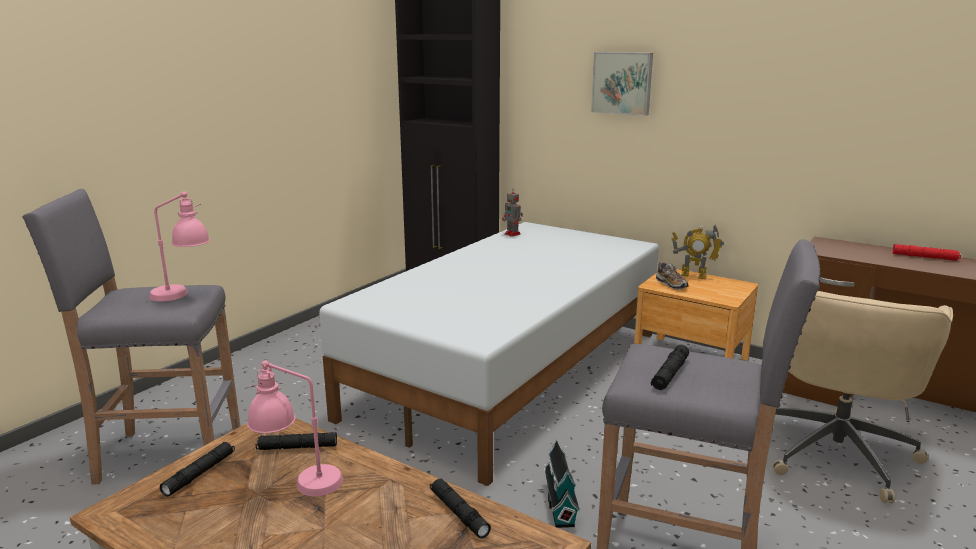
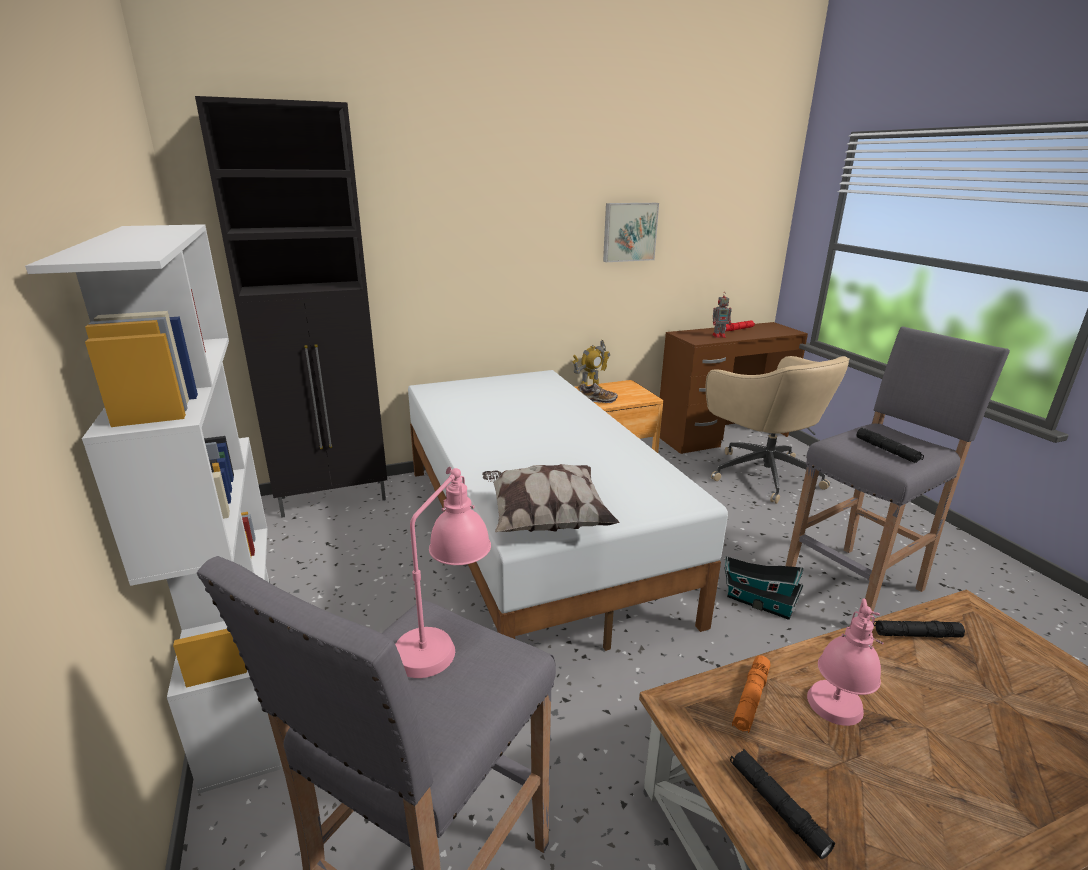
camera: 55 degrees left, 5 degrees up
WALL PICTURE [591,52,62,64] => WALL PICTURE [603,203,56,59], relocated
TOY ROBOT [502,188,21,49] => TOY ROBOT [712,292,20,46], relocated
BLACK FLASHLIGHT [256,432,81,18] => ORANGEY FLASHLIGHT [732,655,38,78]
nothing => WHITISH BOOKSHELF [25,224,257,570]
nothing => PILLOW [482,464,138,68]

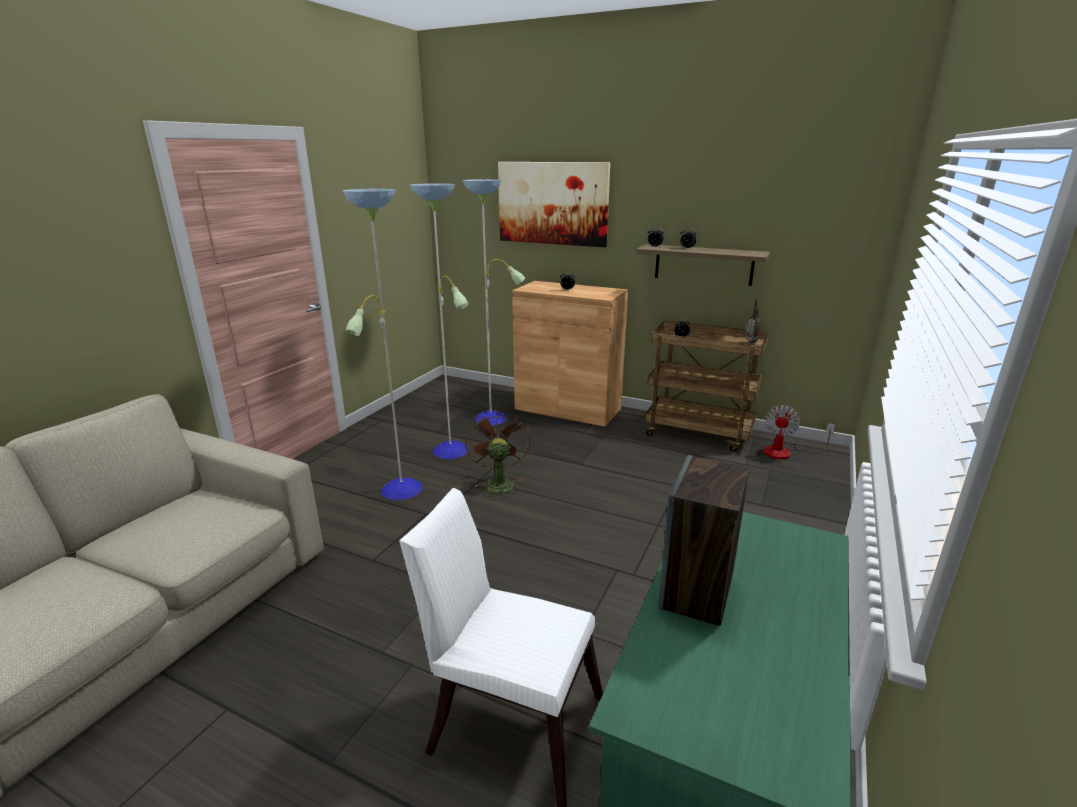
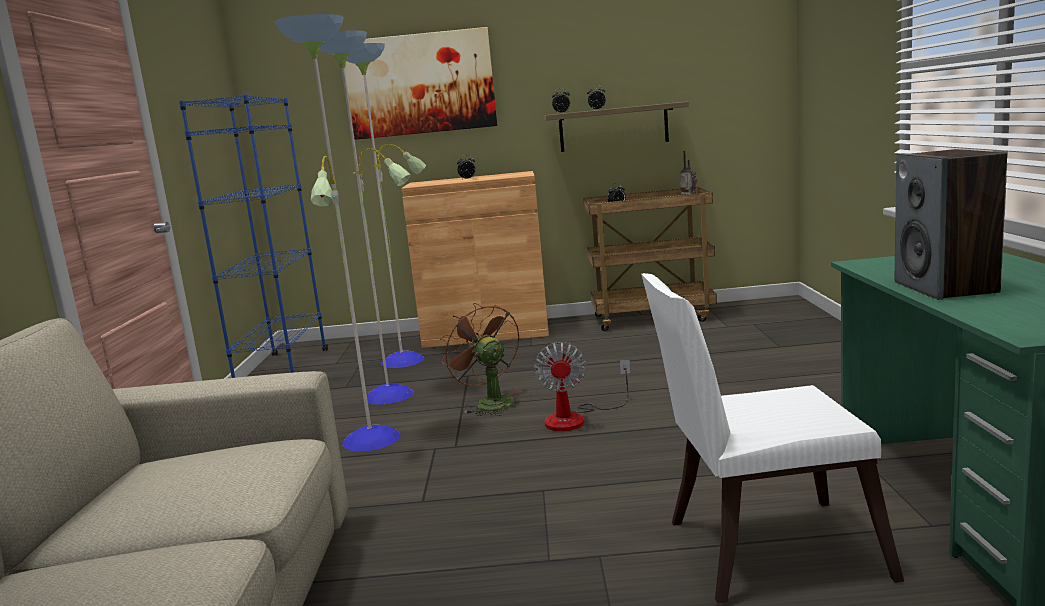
camera: 25 degrees left, 10 degrees down
FAN [764,405,71,54] => FAN [534,342,96,89], relocated
nothing => BLUISH BOOKSHELF [179,94,149,284]

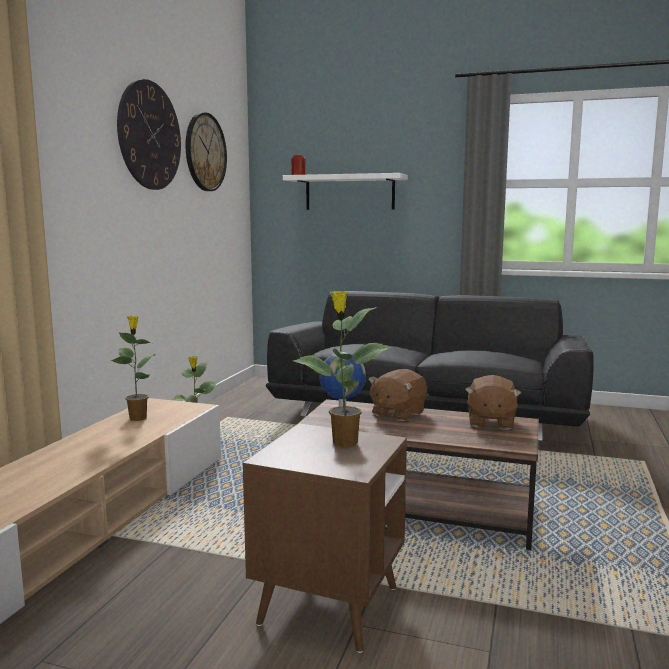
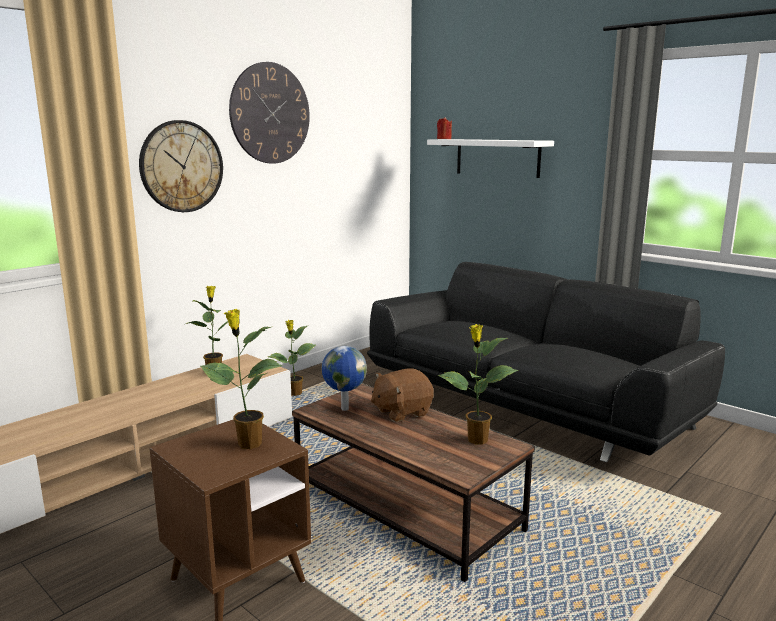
camera: 25 degrees right, 5 degrees up
HANGING CLOCK [185,112,42,79] => HANGING CLOCK [139,120,84,92], relocated
BROWN-COLOURED CUDDLY TOY [465,375,56,55] => HOUSEPLANT [438,324,80,120]

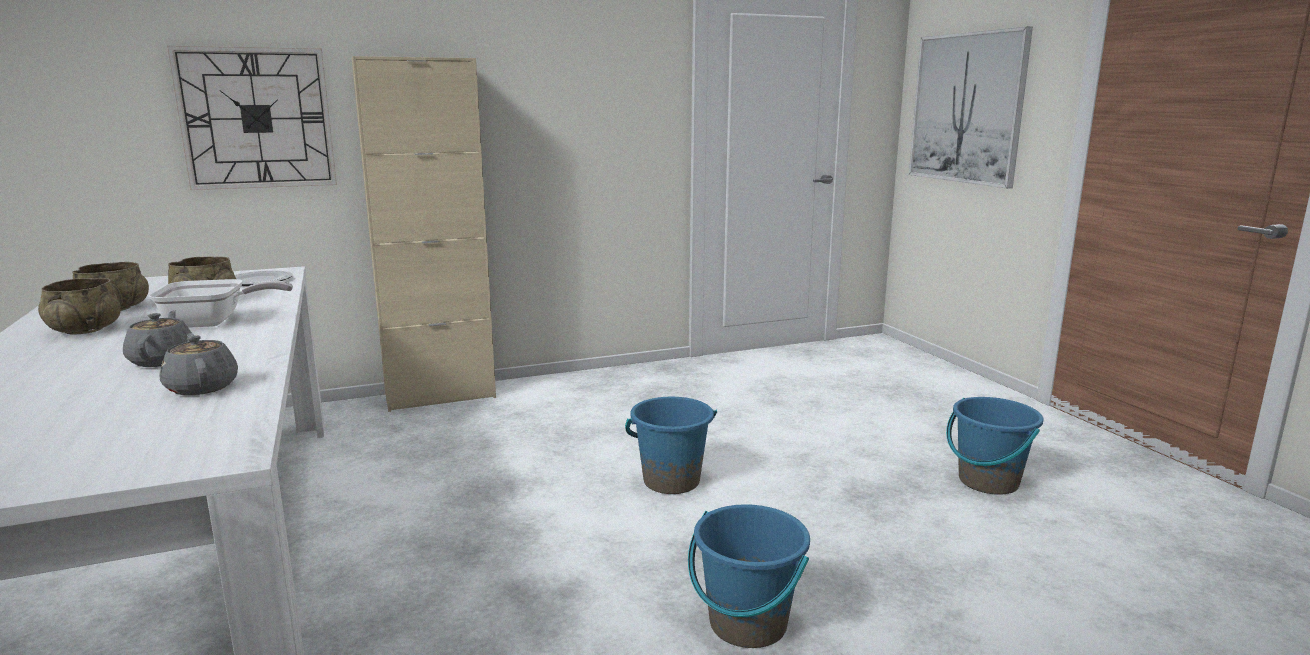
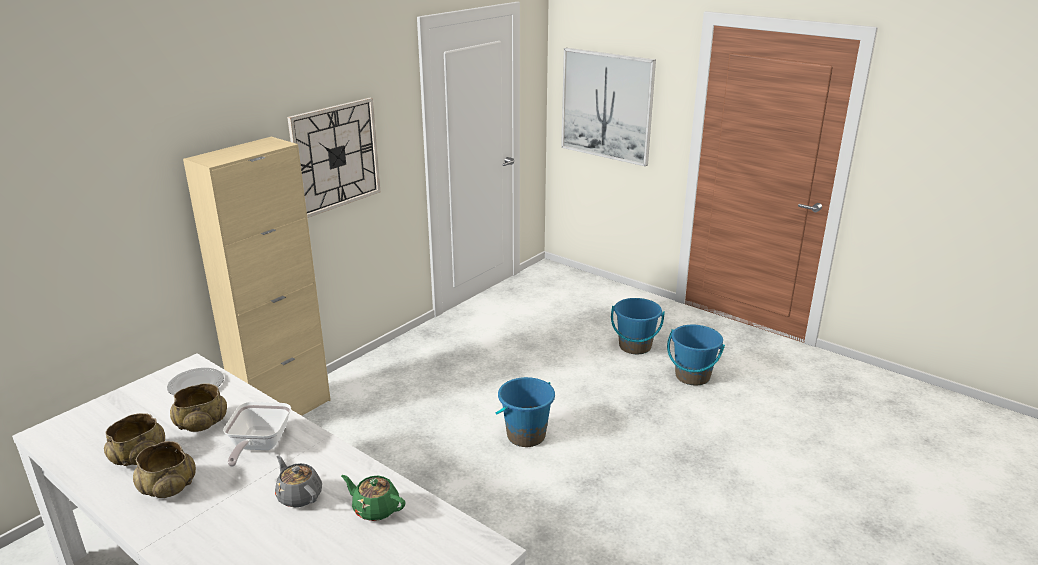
camera: 30 degrees left, 10 degrees up
HANGING CLOCK [167,46,170,144] => HANGING CLOCK [287,98,93,120], relocated
SKILLET [149,279,144,49] => SKILLET [223,402,68,65], 135 degrees clockwise
GREYISH TEAPOT [160,333,78,62] => GREEN-COLOURED TEAPOT [341,475,65,46]
BLUISH PAIL [688,504,122,144] => BLUISH PAIL [611,298,54,56], relocated

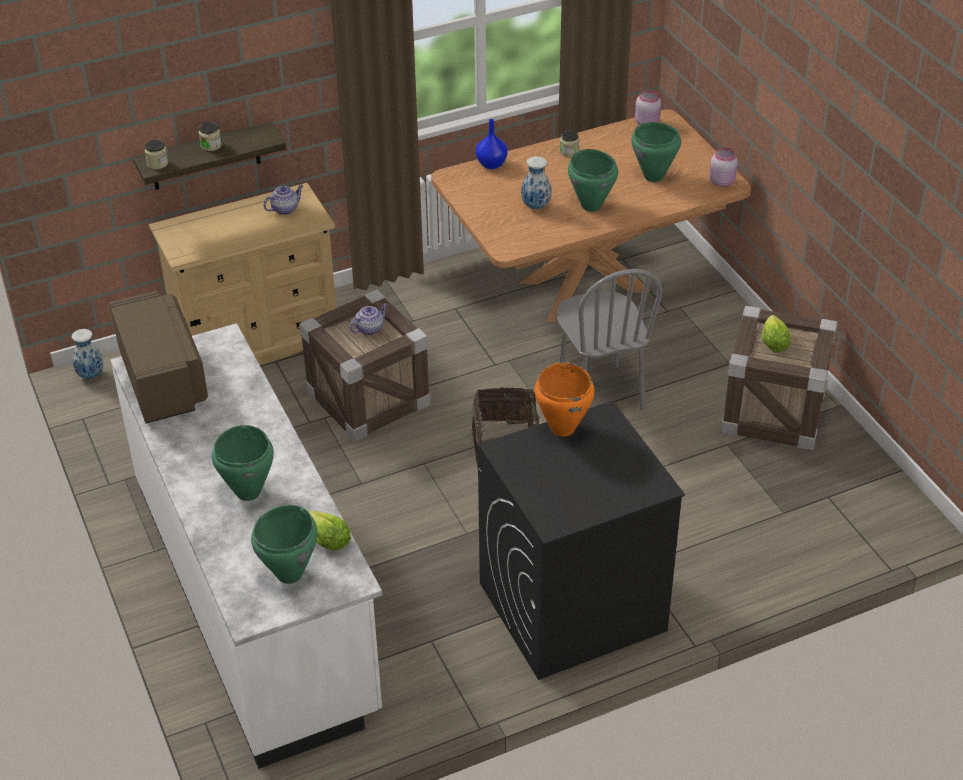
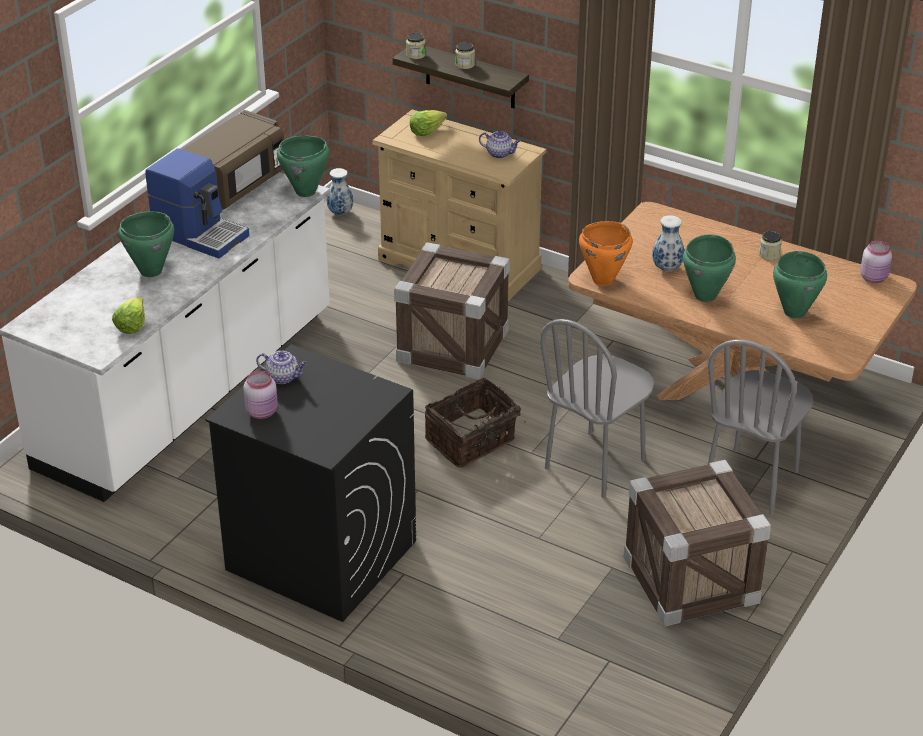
camera: 55 degrees right, 5 degrees down
BLUISH DECORATIVE VASE [476,119,32,50] => nothing
PINK STORAGE JAR [710,147,28,40] => PINK STORAGE JAR [243,371,35,48], relocated
TEAPOT [350,304,38,31] => TEAPOT [256,351,51,33], relocated
LETTUCE HEAD [762,315,29,37] => LETTUCE HEAD [410,110,37,26], relocated
ORANGEY STOCKPOT [535,362,59,75] => ORANGEY STOCKPOT [579,221,53,65], relocated
GREEN-COLOURED STOCKPOT [251,505,66,79] => GREEN-COLOURED STOCKPOT [277,136,52,61], relocated
nothing => COFFEE MACHINE [146,148,103,111]
nothing => GREYISH UPRIGHT CHAIR [707,339,106,176]

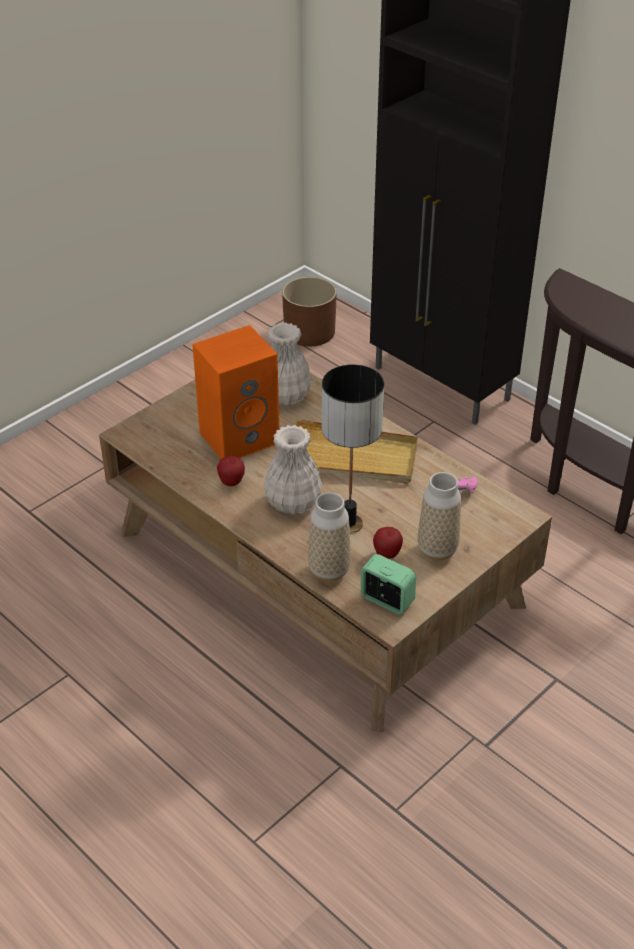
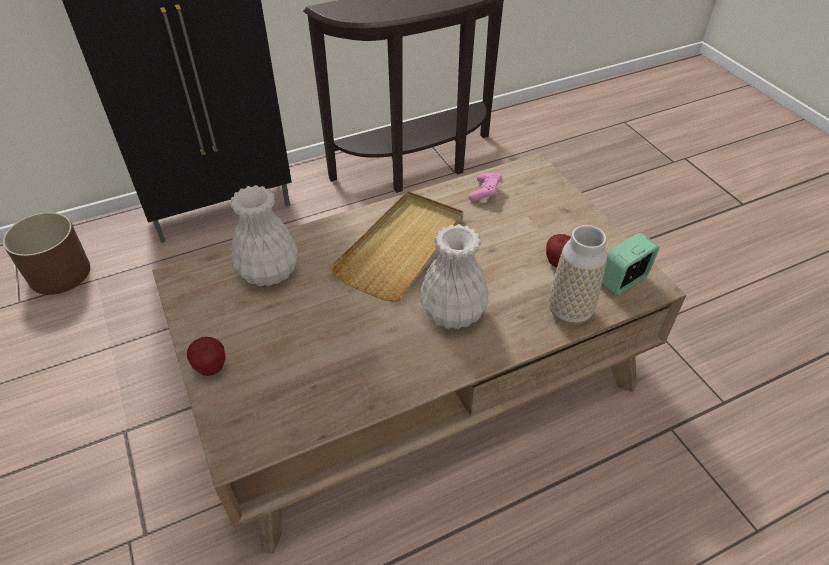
camera: 70 degrees left, 5 degrees up
ORANGEY AUDIO SPEAKER [192,325,87,134] => nothing
TABLE LAMP [322,364,62,169] => nothing
APPLE [217,456,28,30] => APPLE [187,337,39,39], relocated
DECORATIVE VASE [418,472,43,89] => nothing

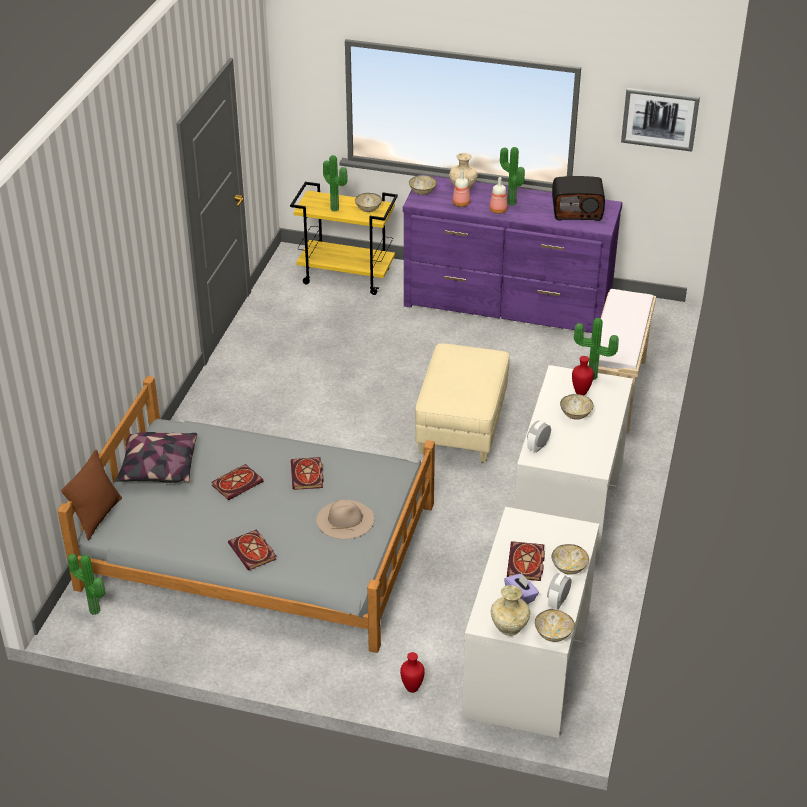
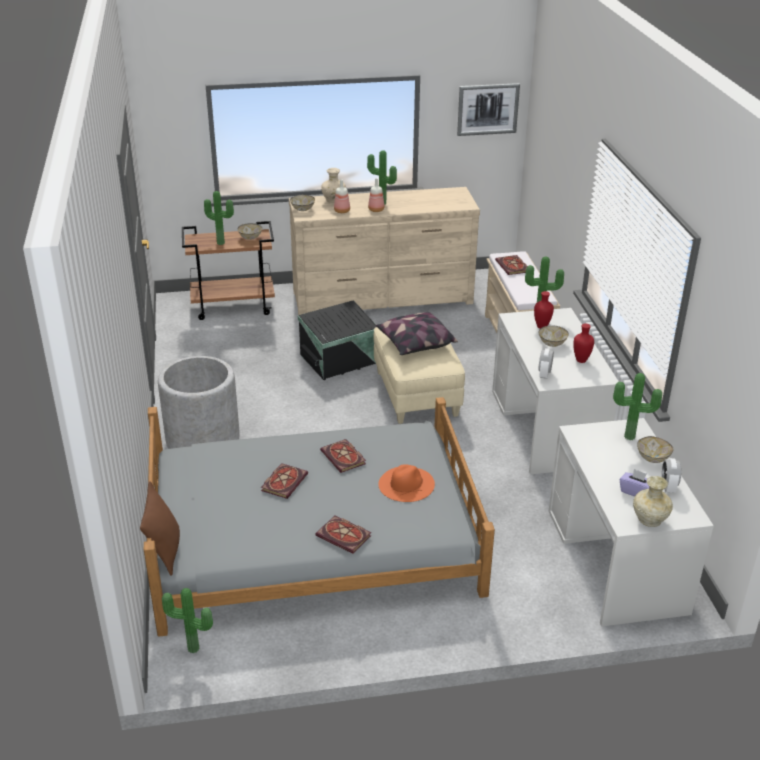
camera: 25 degrees left, 5 degrees down
PURPLISH CHEST OF DRAWERS [403,174,219,159] => BEIGE-COLOURED CHEST OF DRAWERS [289,187,191,128]
RADIO [552,176,53,45] => nothing
YELLOW CART [290,182,108,113] => BROWN-COLOURED CART [182,221,93,99]
PILLOW [115,432,82,51] => PILLOW [376,312,82,43], relocated
BEIGE-COLOURED CLOTHING HAT [316,499,59,40] => ORANGEY CLOTHING HAT [378,464,57,38]
VOLUME [507,541,38,40] => VOLUME [495,255,32,20], relocated
SERVING BOWL [535,609,40,33] => nothing
REDDISH DECORATIVE VASE [400,652,25,41] => REDDISH DECORATIVE VASE [573,324,21,39], relocated
nothing => BLACK STORAGE BIN [298,300,78,80]
nothing => GREYISH FLOWER POT [158,356,82,93]
nothing => HOUSEPLANT [613,373,49,67]

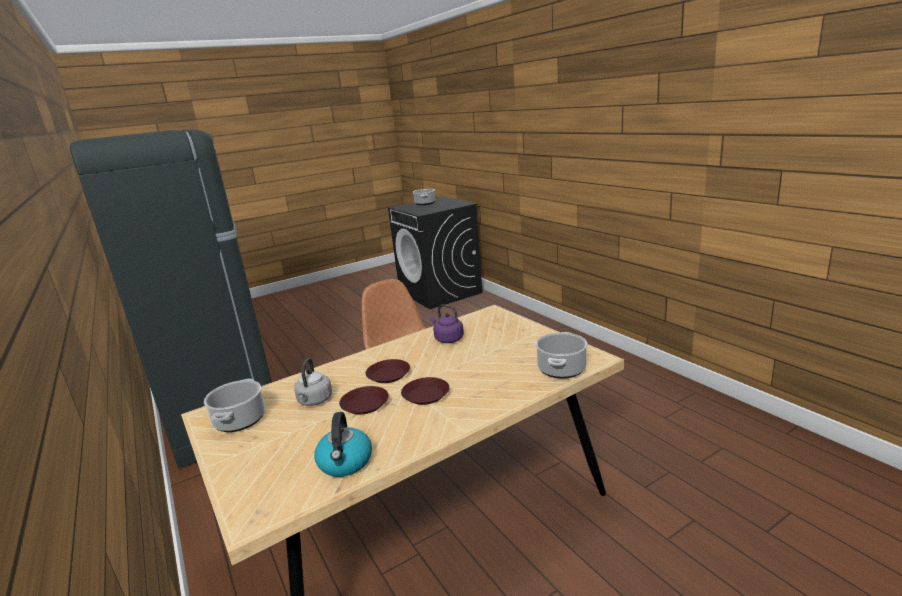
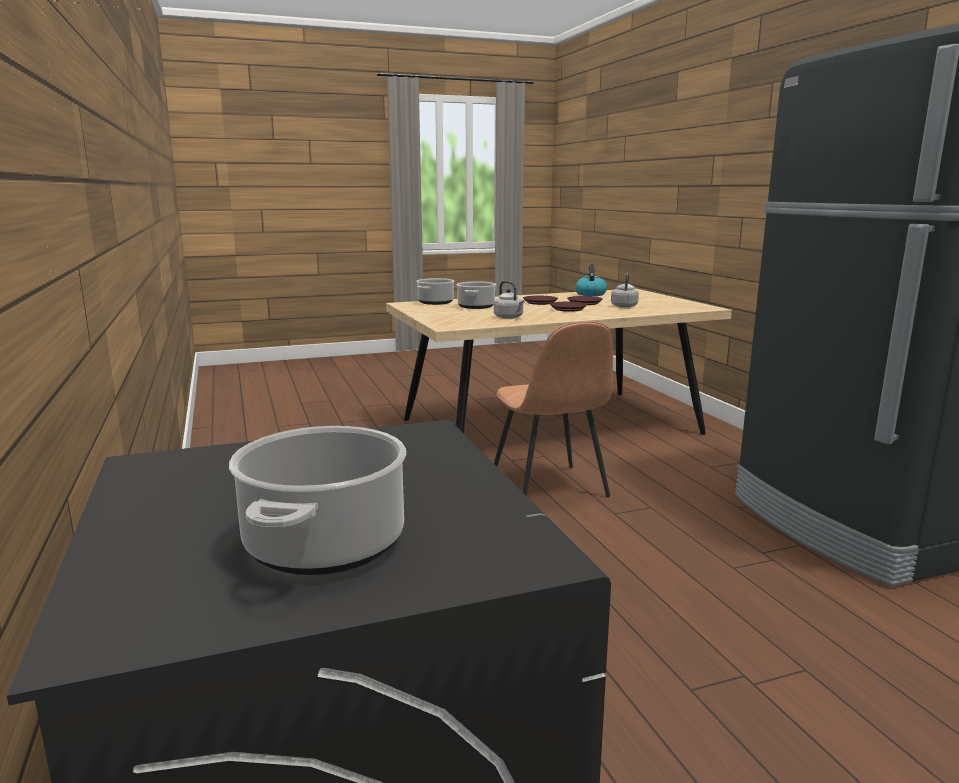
camera: 170 degrees left, 5 degrees down
PURPLISH KETTLE [430,305,34,38] => GREYISH KETTLE [494,281,30,38]
STOCKPOT [204,379,61,53] => STOCKPOT [456,281,40,28], relocated

